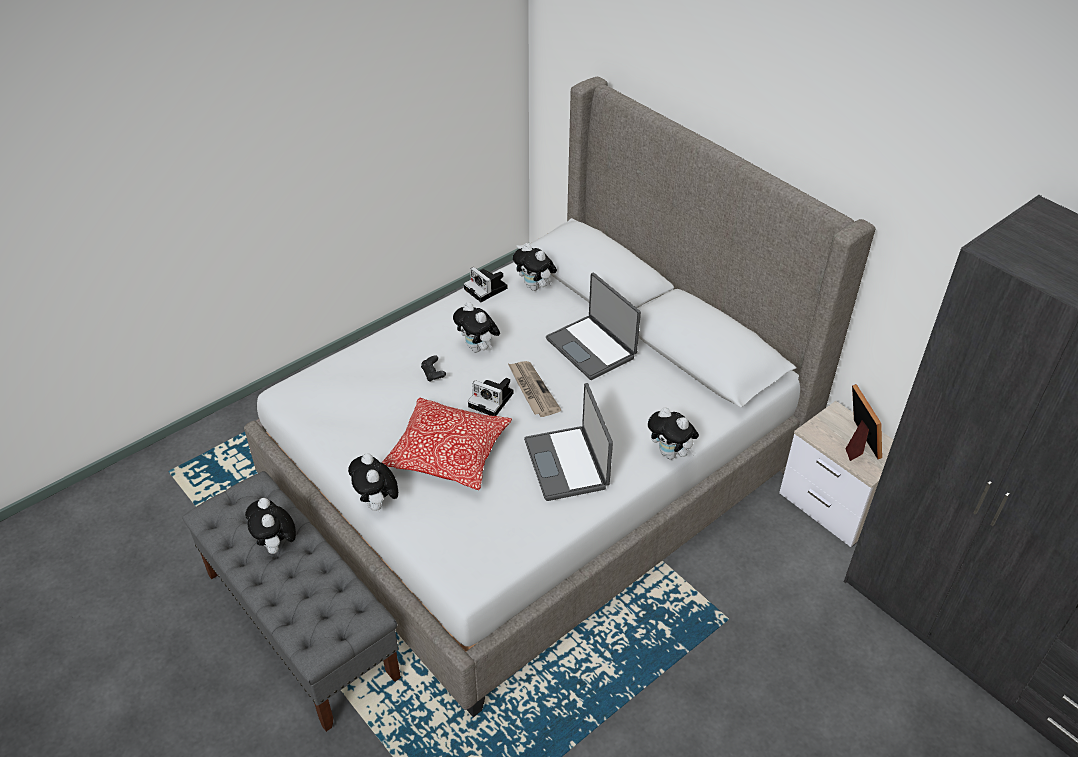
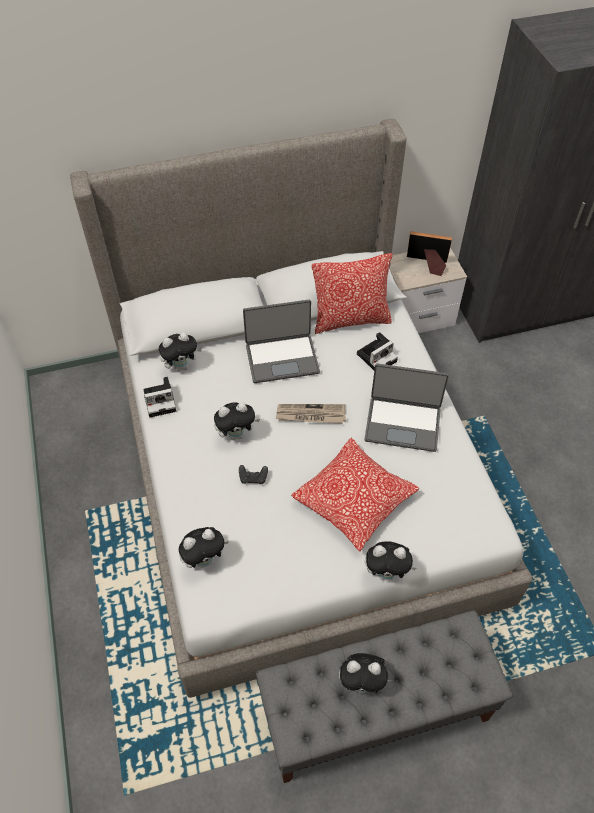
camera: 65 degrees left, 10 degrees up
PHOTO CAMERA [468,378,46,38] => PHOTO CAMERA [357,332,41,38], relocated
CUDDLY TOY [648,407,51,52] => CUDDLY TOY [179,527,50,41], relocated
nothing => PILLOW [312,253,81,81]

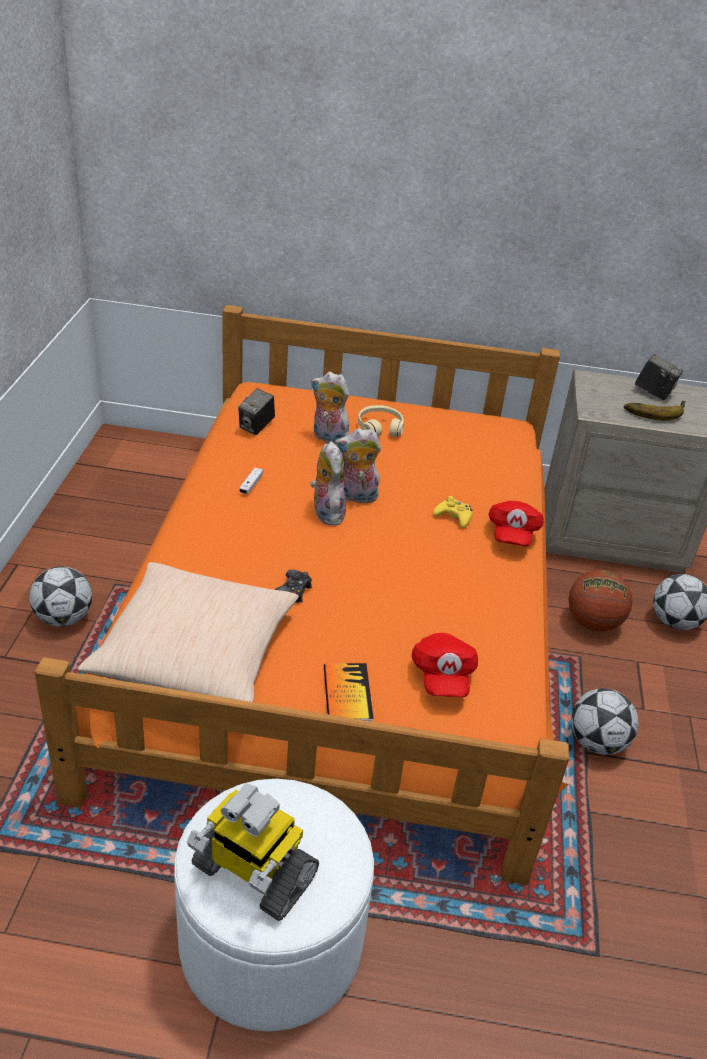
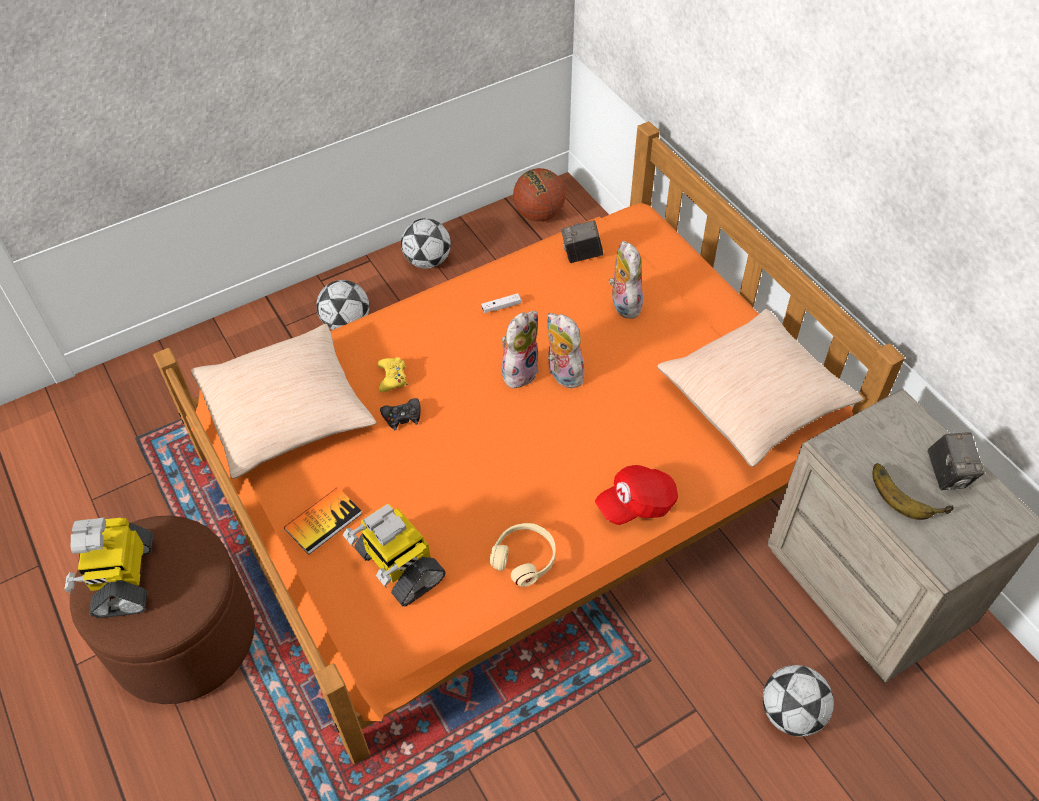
camera: 55 degrees right, 15 degrees up
BEIGE-COLOURED PAIR OF HEADPHONES [358,405,46,32] => BEIGE-COLOURED PAIR OF HEADPHONES [490,523,66,64], relocated
YELLOW GAMEPAD [433,496,40,32] => YELLOW GAMEPAD [377,357,30,35], relocated
BALL FOR BASKETBALL [568,570,64,62] => BALL FOR BASKETBALL [513,168,52,54], relocated
REDDISH BASEBALL CAP [411,633,67,64] => TOY ROBOT [343,504,103,103]
BALL FOR FOOTBALL [571,688,68,67] => BALL FOR FOOTBALL [401,218,50,50], relocated
WHITISH POUFFE [174,779,200,253] => BROWN-COLOURED POUFFE [70,516,185,188]
nothing => BEIGE-COLOURED PILLOW [657,309,207,158]

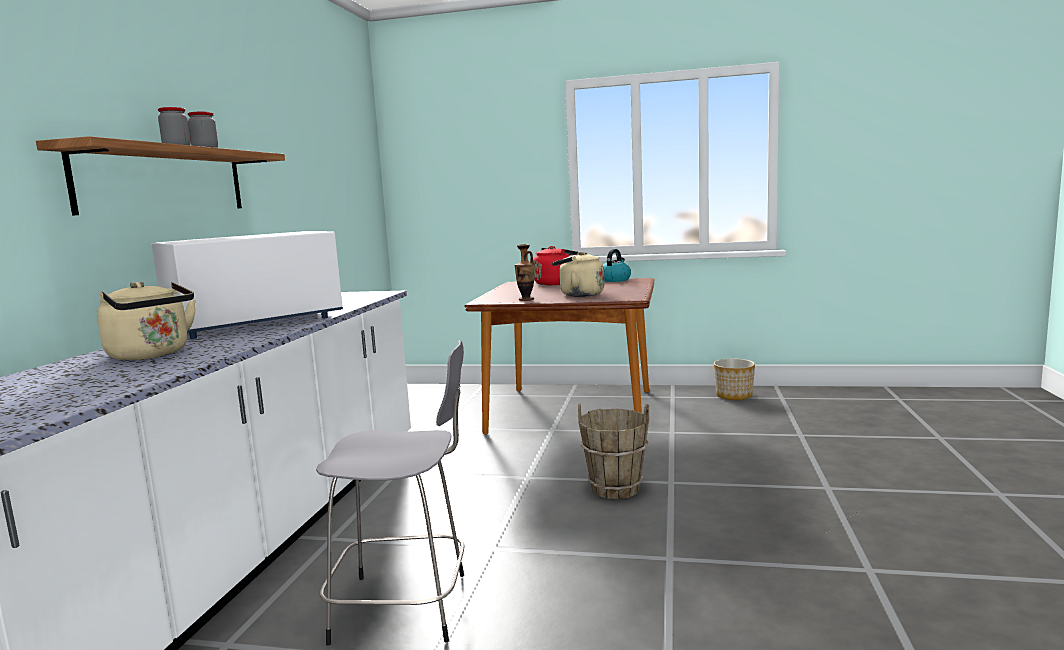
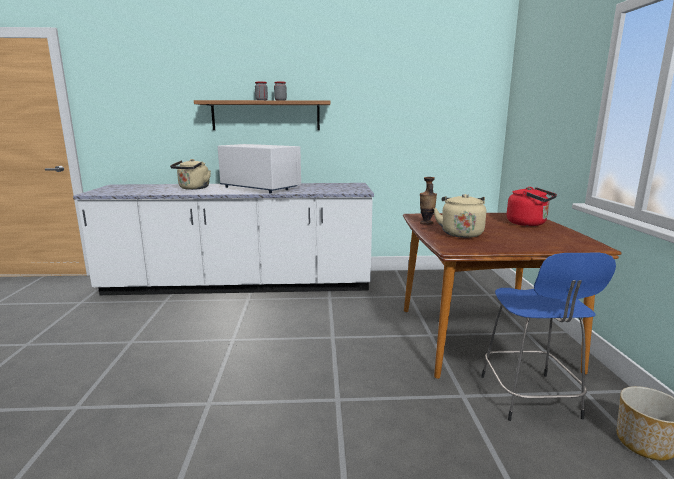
camera: 75 degrees right, 5 degrees up
KETTLE [603,249,28,33] => nothing
GREYISH STOOL SEAT [316,340,148,306] => nothing
BROWN-COLOURED PAIL [578,403,71,96] => nothing
nothing => BLUISH STOOL SEAT [481,253,135,168]

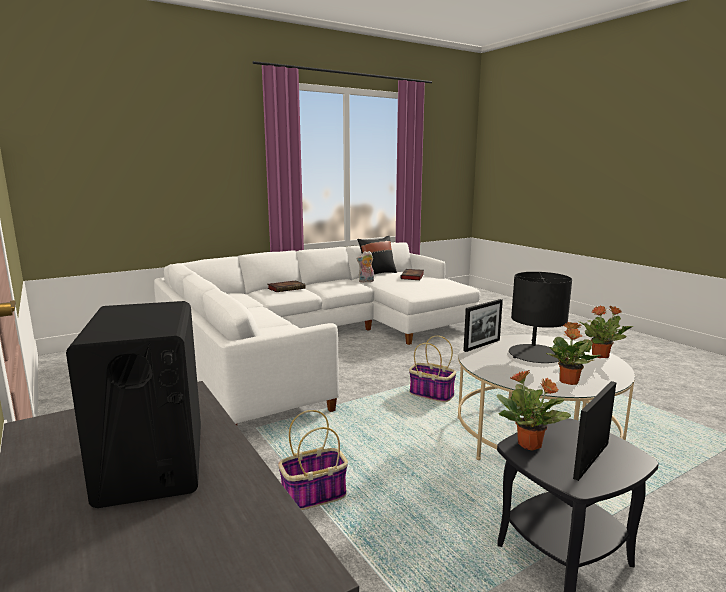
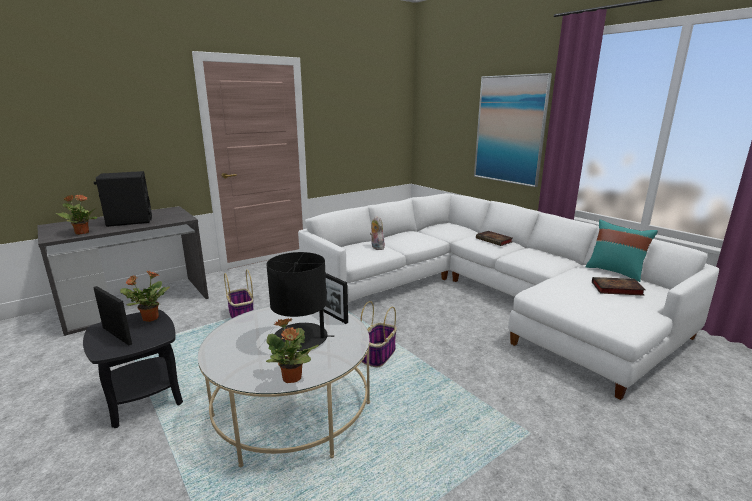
camera: 85 degrees right, 5 degrees up
BLACK PILLOW [357,236,40,38] => BLUE-GREEN PILLOW [585,219,73,63]
CUDDLY TOY [356,251,18,32] => CUDDLY TOY [370,216,15,34], relocated
HOUSEPLANT [546,322,54,63] => HOUSEPLANT [56,194,41,41], relocated
nothing => WALL PICTURE [474,73,78,114]

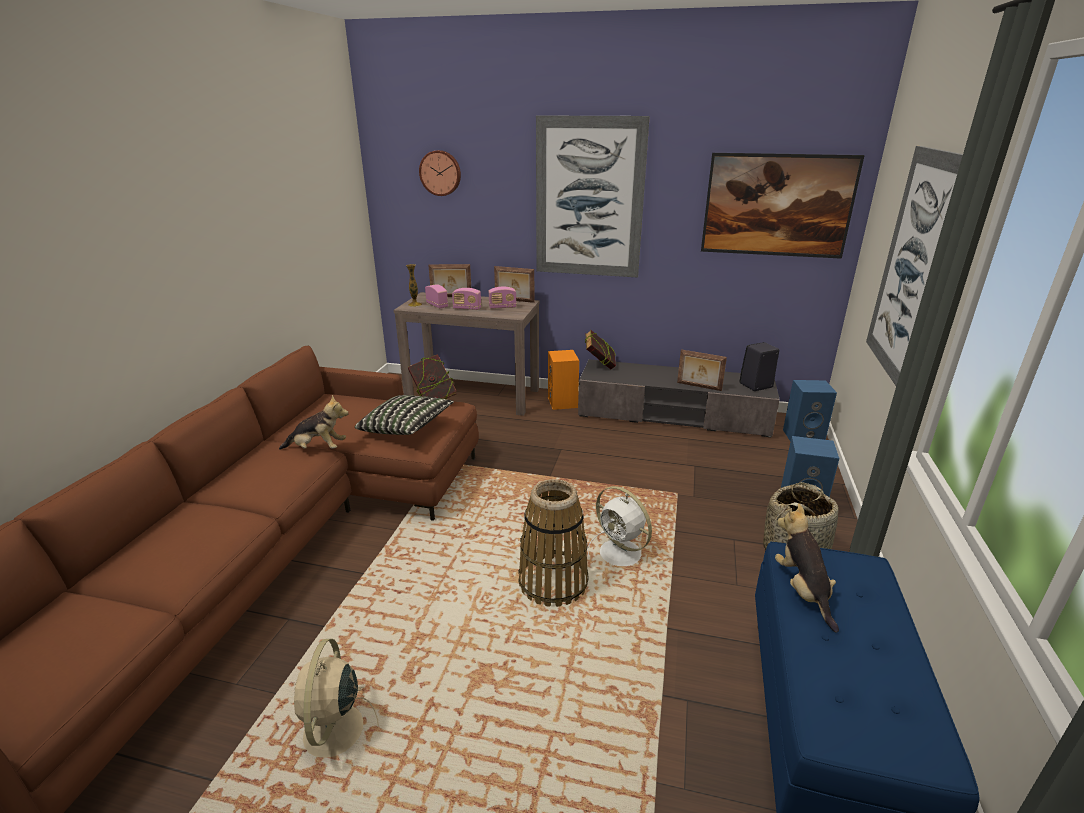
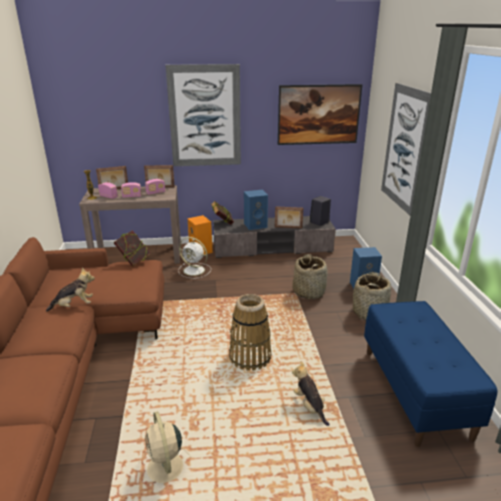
camera: 20 degrees left, 0 degrees up
HANGING CLOCK [419,150,42,46] => nothing
BLUISH AUDIO SPEAKER [783,380,54,62] => BLUISH AUDIO SPEAKER [244,190,24,40], relocated
PILLOW [355,395,99,40] => nothing
WHITISH FAN [587,486,65,80] => WHITISH FAN [178,237,33,42], relocated
CUDDLY TOY [775,503,64,130] => CUDDLY TOY [292,361,38,65], relocated
nothing => STORAGE BASKET [292,254,36,46]

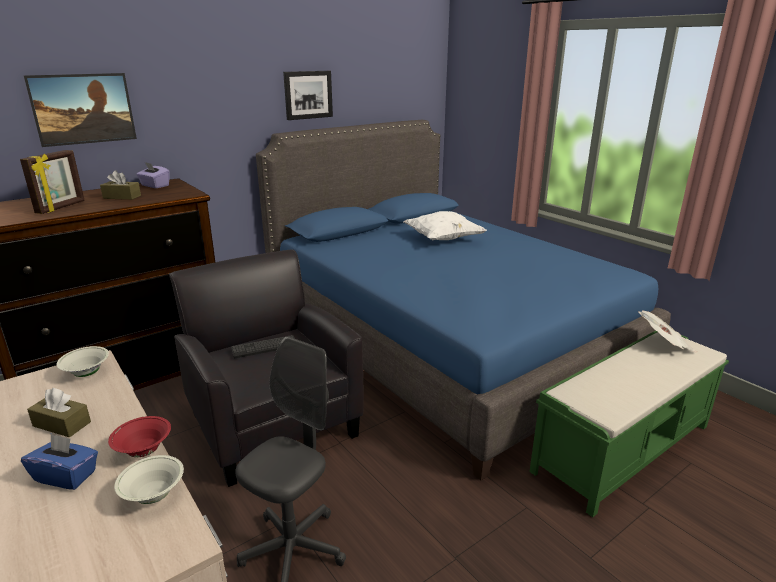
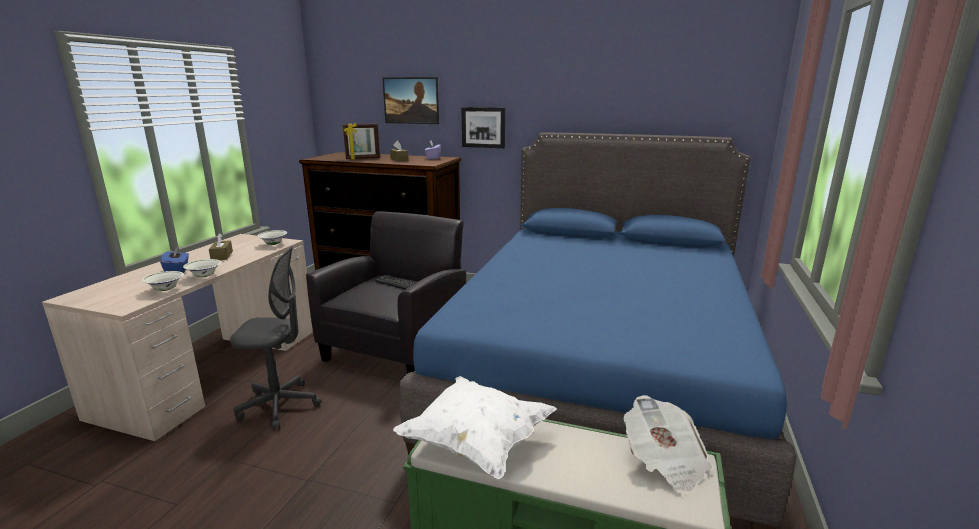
camera: 55 degrees right, 5 degrees down
WALL PICTURE [283,71,50,49] => WALL PICTURE [461,107,44,41], relocated
WHITISH PILLOW [403,211,84,29] => WHITISH PILLOW [393,376,164,103], relocated
REDDISH SERVING BOWL [108,416,63,41] => WHITISH SERVING BOWL [183,259,38,18]

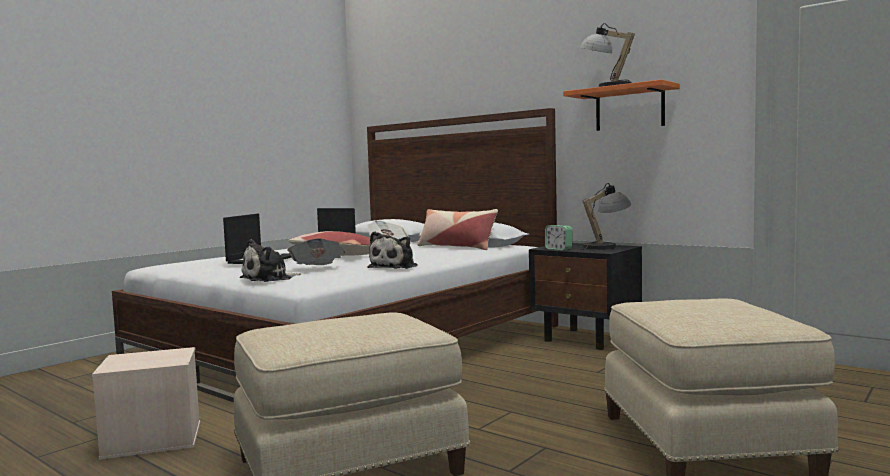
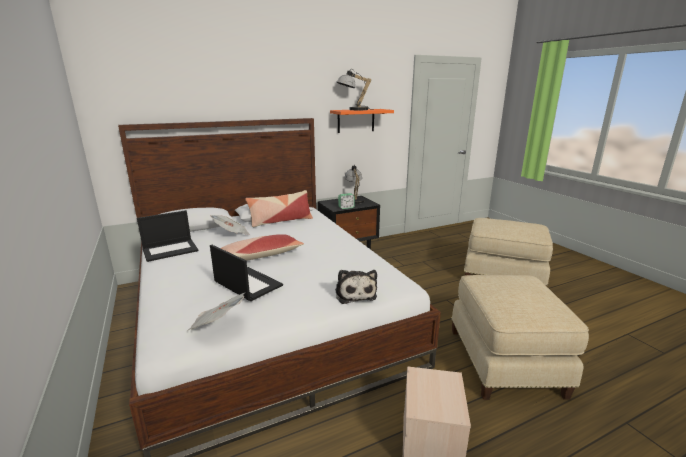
camera: 65 degrees left, 15 degrees up
CUDDLY TOY [368,231,50,38] => nothing
DAILY PAPER [287,238,58,27] => DAILY PAPER [187,292,59,39], relocated

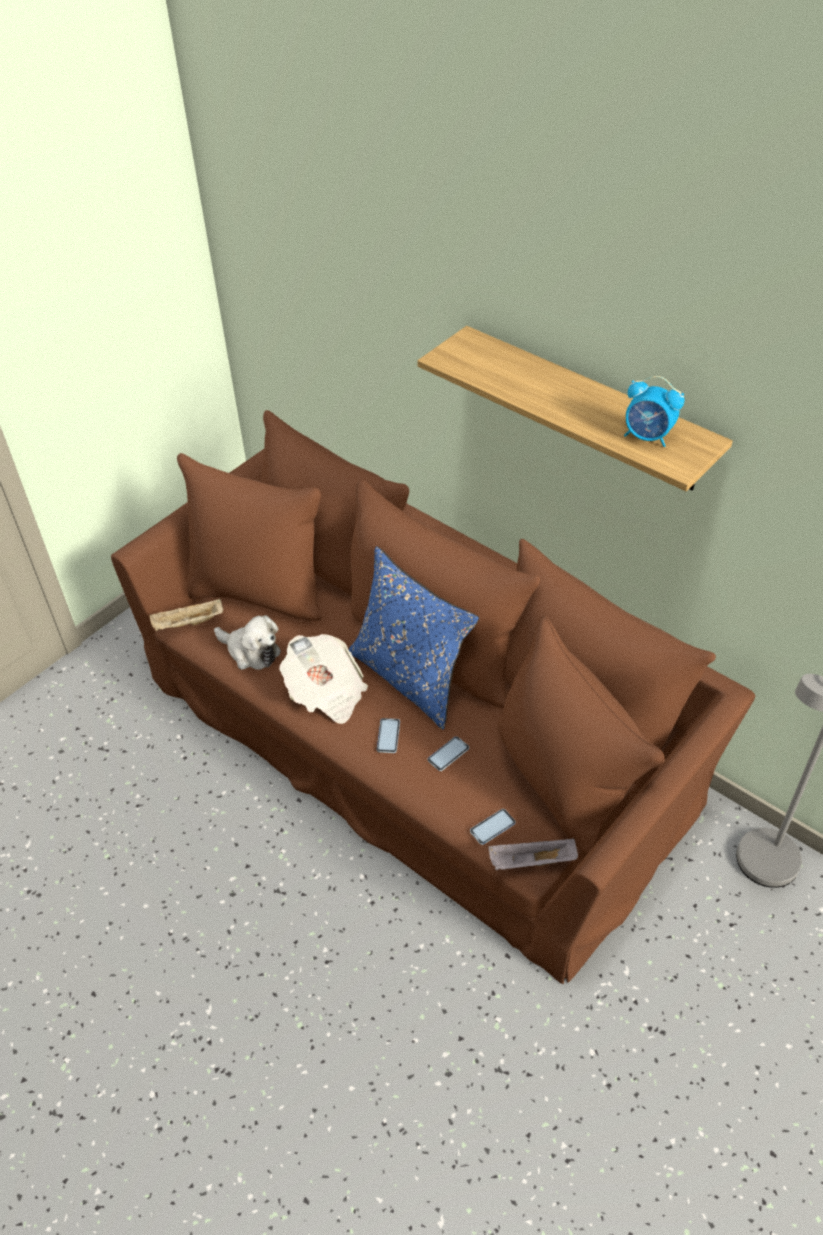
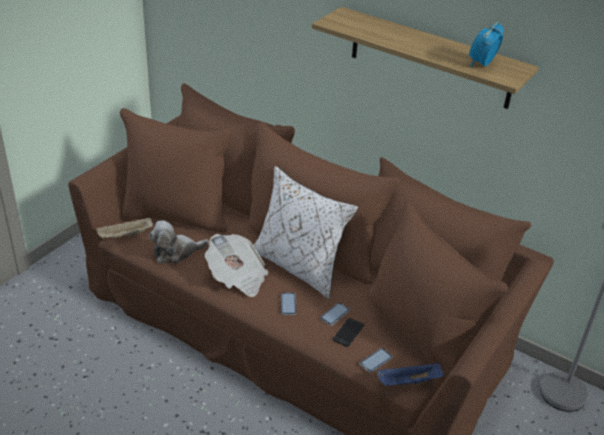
camera: 10 degrees left, 10 degrees down
TABLE CLOCK [624,376,60,71] => TABLE CLOCK [469,22,35,45], 105 degrees clockwise
BLUISH PILLOW [349,546,130,183] => WHITISH PILLOW [253,166,105,133]
CUDDLY TOY [214,615,67,55] => CUDDLY TOY [149,220,60,44], 135 degrees clockwise
GREYISH TRAY [488,838,90,32] => BLUISH TRAY [377,363,67,23]
nothing => PHONE [333,318,31,29]

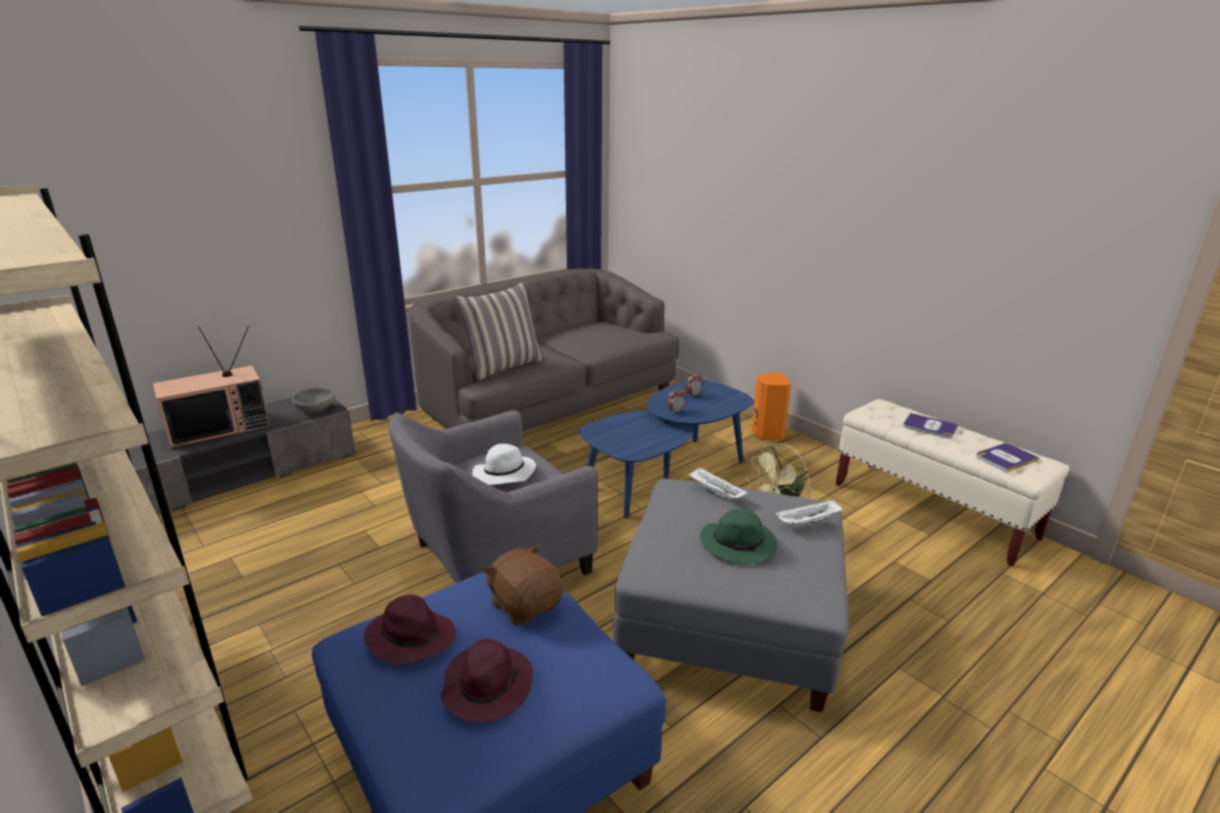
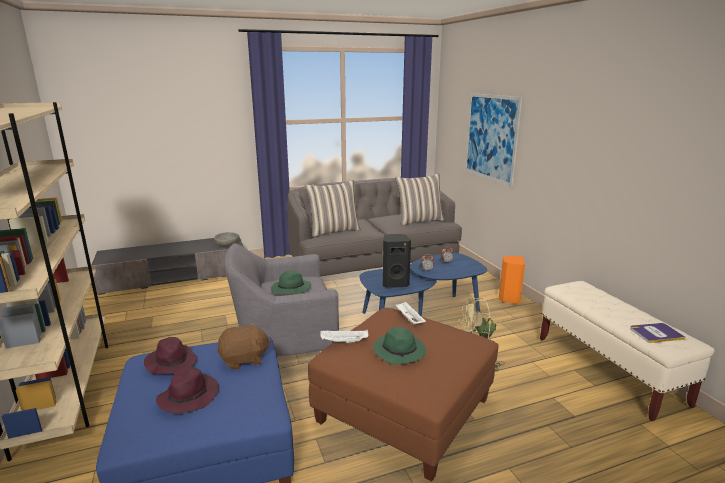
camera: 20 degrees right, 5 degrees down
TV SET [153,326,117,123] => nothing
VOLUME [903,413,56,26] => nothing
WHITISH CLOTHING HAT [472,444,64,41] => GREEN-COLOURED CLOTHING HAT [271,270,40,24]
GREYISH POUFFE [613,479,236,233] => BROWN-COLOURED POUFFE [308,308,190,174]
WHITISH TRAY [776,499,66,25] => WHITISH TRAY [320,330,48,14], relocated
BROWN-COLOURED CUDDLY TOY [483,545,80,81] => BROWN-COLOURED CUDDLY TOY [217,322,54,48], 90 degrees clockwise
nothing => WALL PICTURE [465,93,57,94]
nothing => PILLOW [395,173,50,53]
nothing => BLACK AUDIO SPEAKER [383,234,28,54]

